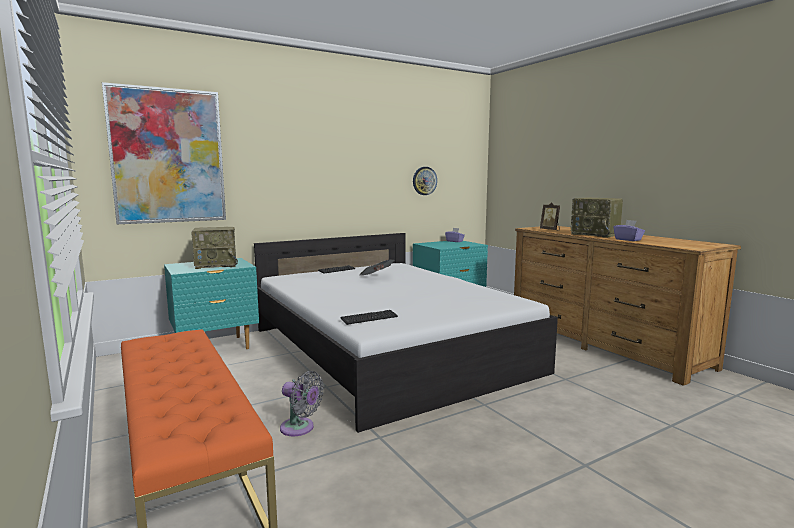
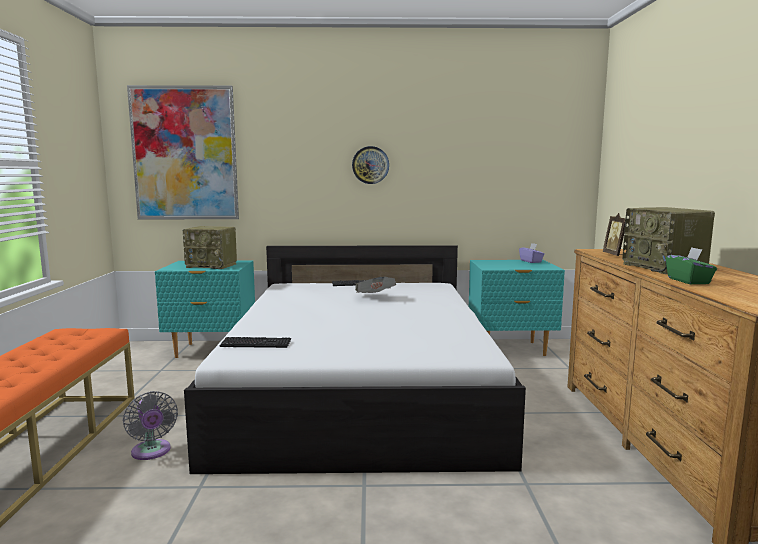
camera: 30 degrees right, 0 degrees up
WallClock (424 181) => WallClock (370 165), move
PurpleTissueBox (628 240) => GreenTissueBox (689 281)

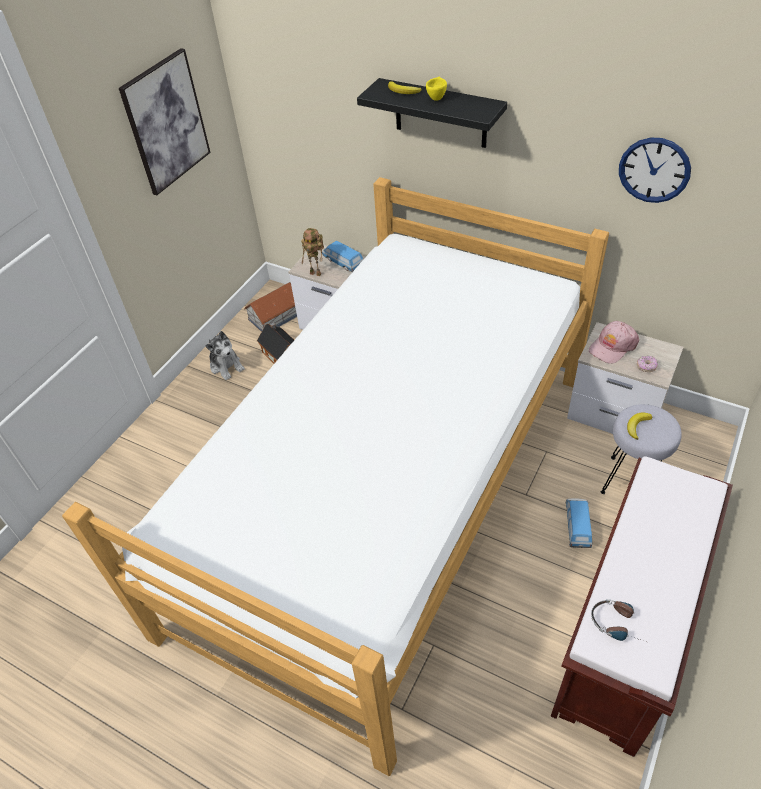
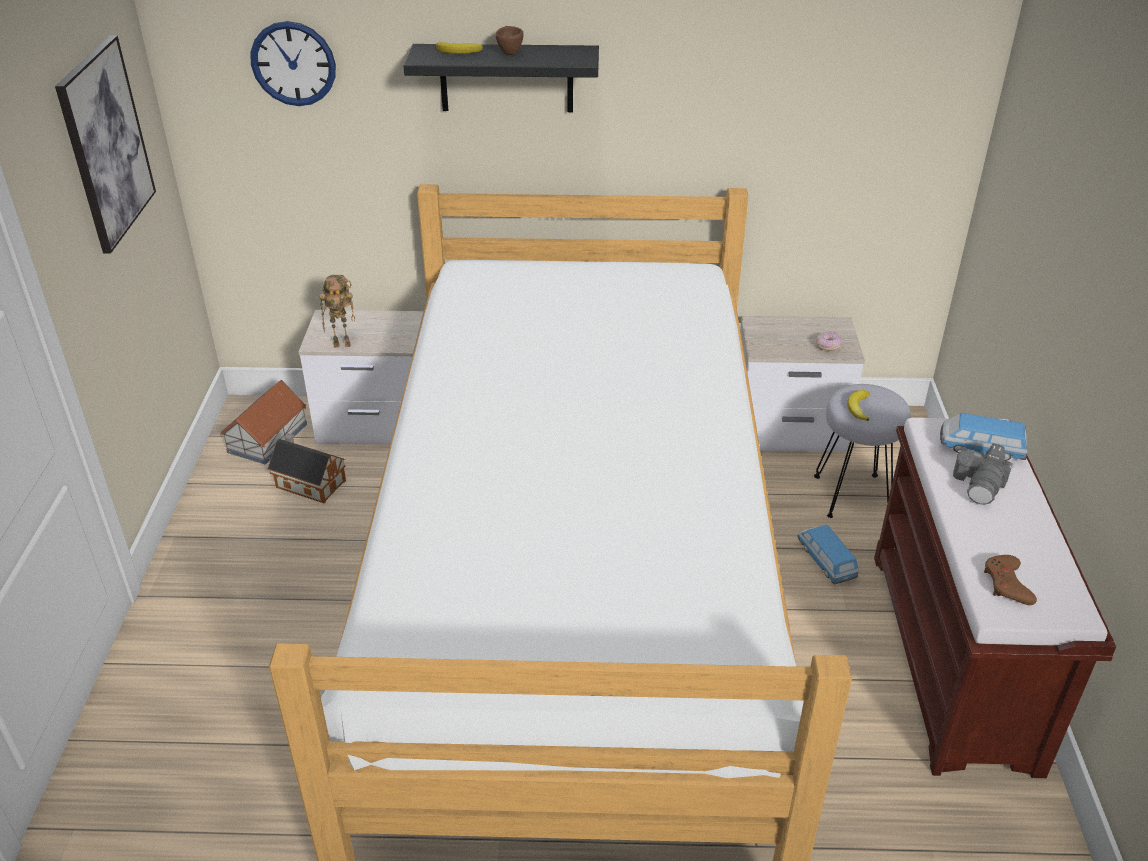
camera: 30 degrees left, 10 degrees down
YellowCup (436 97) => BrownCup (508 52)
WallClock (654 170) => WallClock (293 64), move
ToyCar (343 262) => ToyCar (981 448), move
PinkCap (612 346) => nothing
PlushToy (226 366) => nothing
Headphones (619 624) => BrownGameController (1007 584)
nothing => PhotoCamera (980 485)

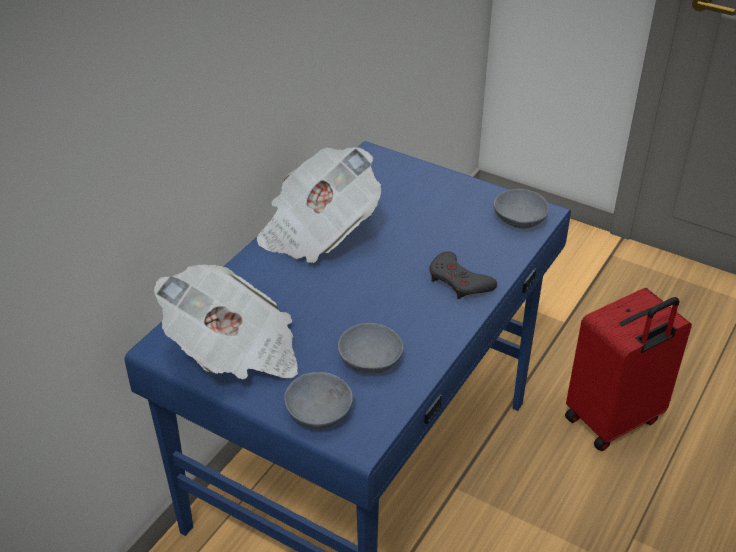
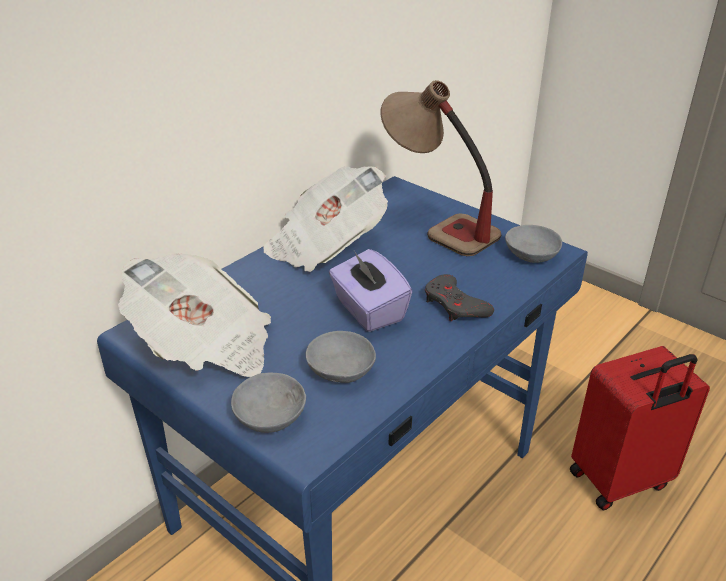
camera: 10 degrees right, 5 degrees down
nothing => TableLamp (436 225)
nothing => PurpleTissueBox (368 310)

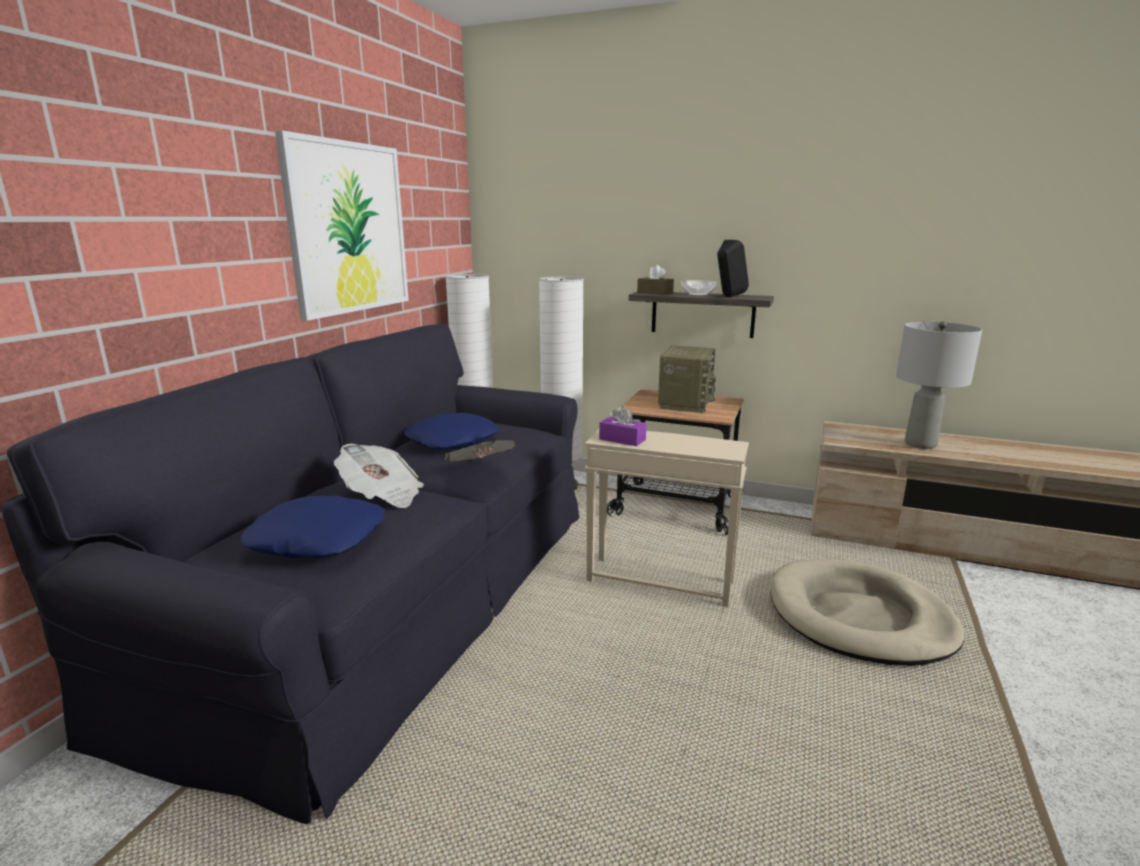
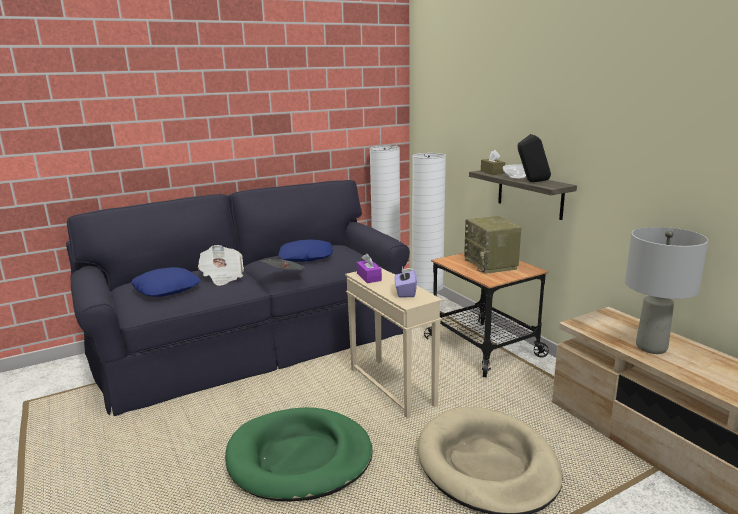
camera: 40 degrees right, 0 degrees up
Picture (348 228) => nothing
Radio (685 403) => Radio (491 264), 105 degrees clockwise
nothing => PurpleTissueBox (405 292)
nothing => GreenDogBed (299 458)

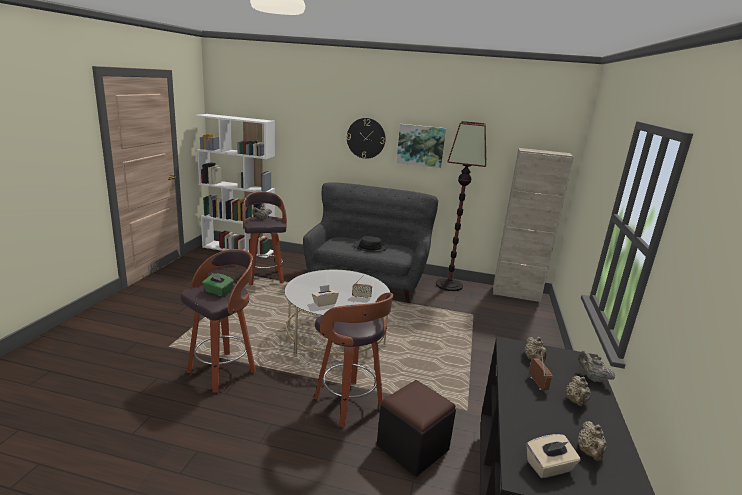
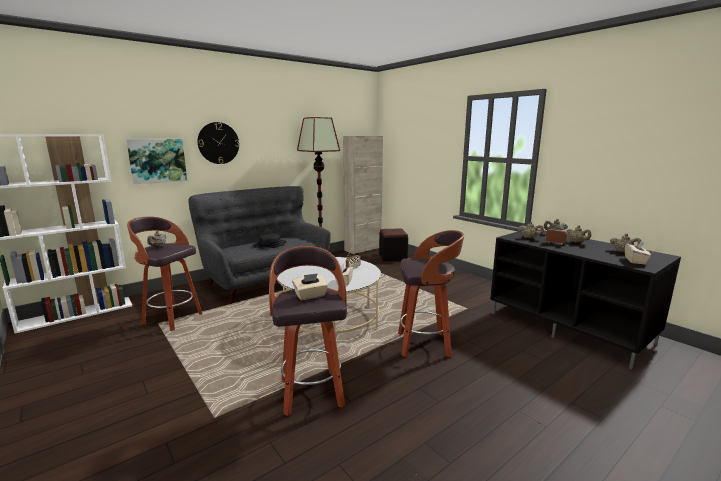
camera: 50 degrees left, 5 degrees down
Picture (421 145) => Picture (157 160), move
GreenTissueBox (218 292) => BeigeTissueBox (310 296)
BlackOttoman (412 447) => BlackOttoman (393 257), move

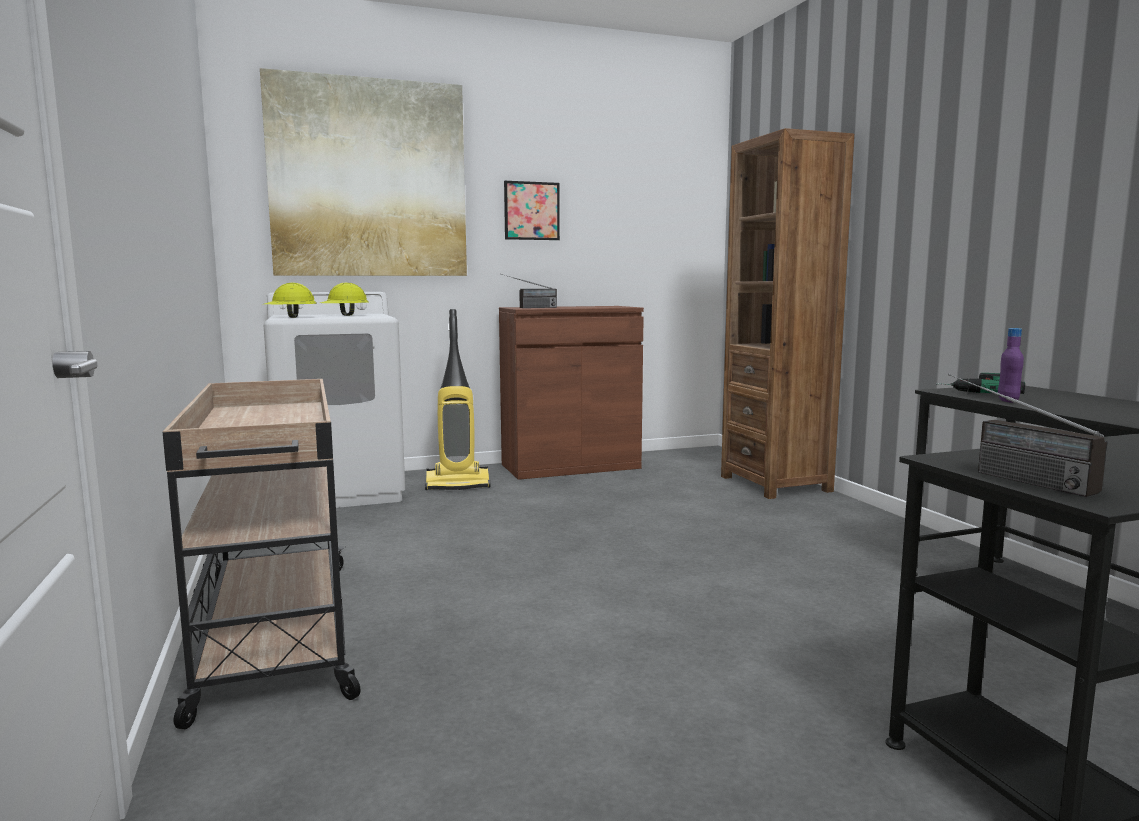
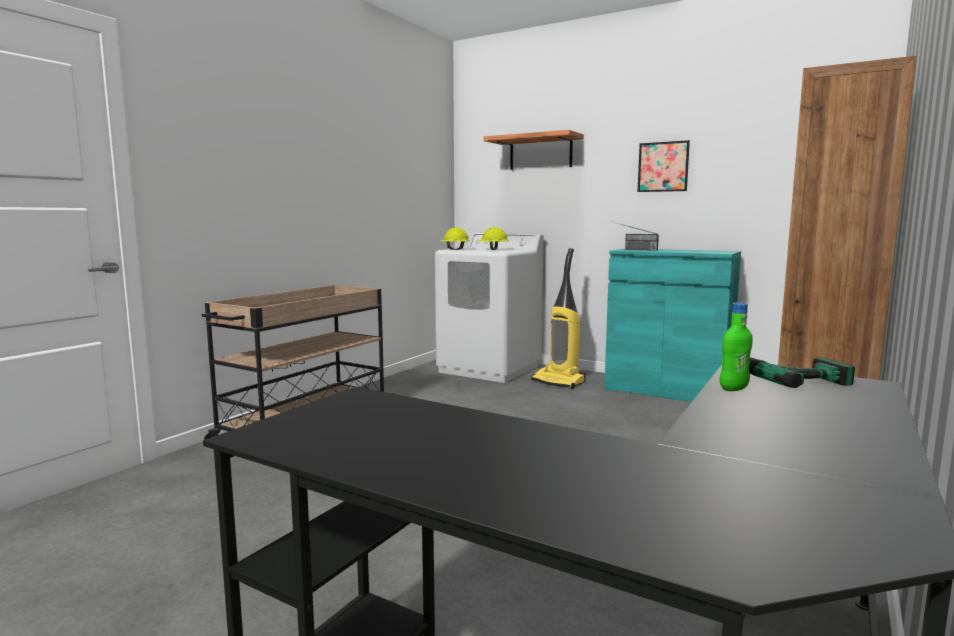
camera: 50 degrees right, 0 degrees up
Picture (369 179) => Shelf (540 152)
BrownCabinet (570 466) => TurquoiseCabinet (667 390)
PurpleBottle (1008 401) => GreenBottle (733 388)
Radio (1005 476) => nothing

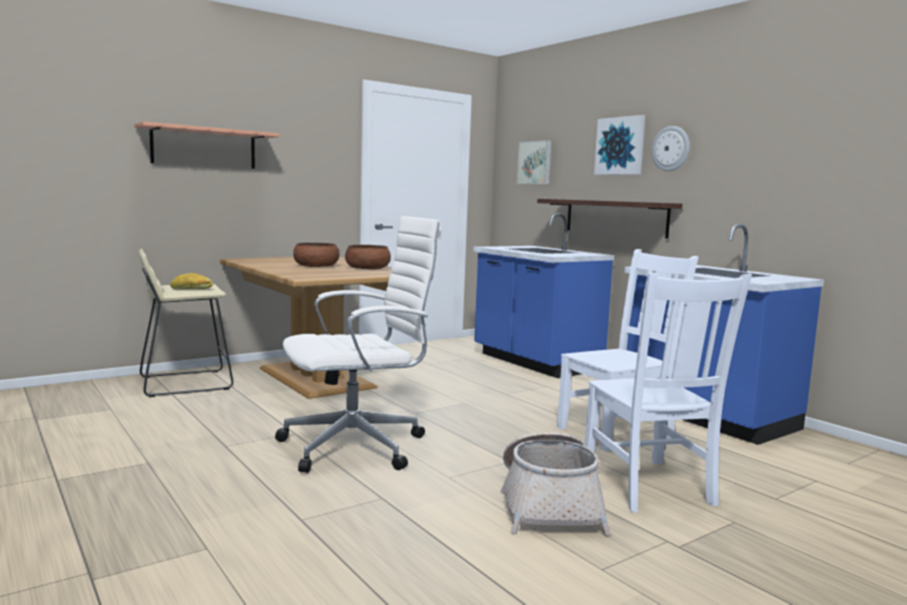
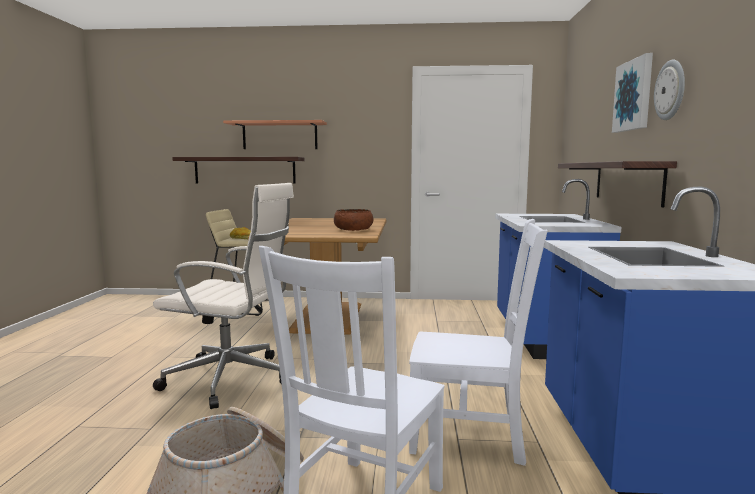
camera: 40 degrees right, 0 degrees up
Picture (535 162) => nothing
BrownBowl (316 266) => nothing
nothing => Shelf (245 170)

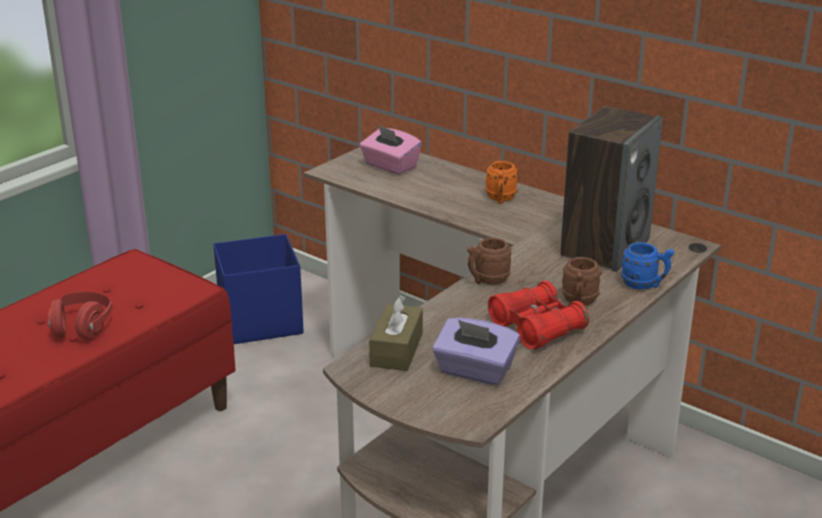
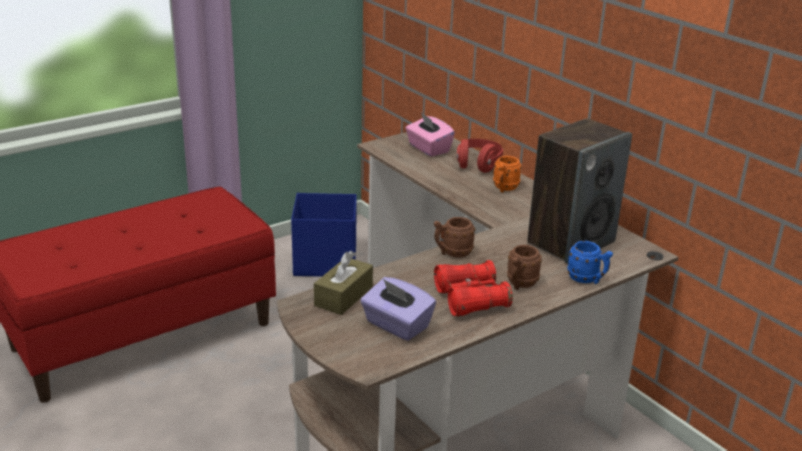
camera: 15 degrees right, 0 degrees up
RedHeadphones (82 328) => RedHeadphones (478 165), move

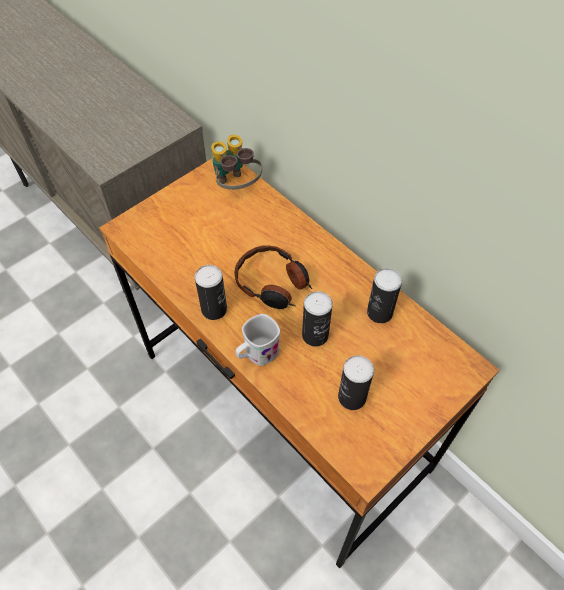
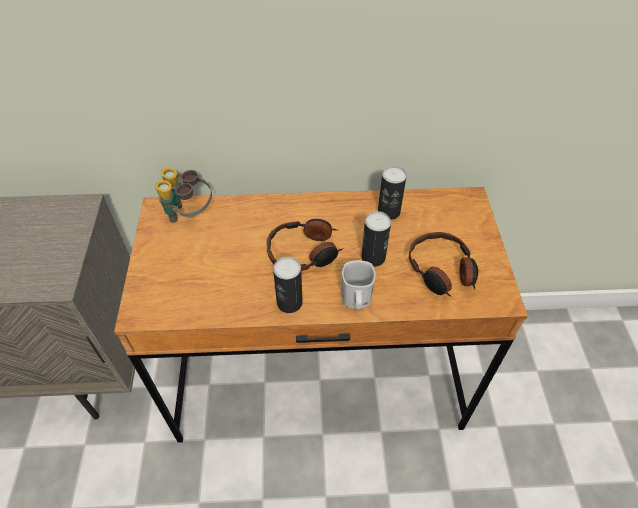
camera: 50 degrees left, 5 degrees down
Can (352 397) => Headphones (441 271)

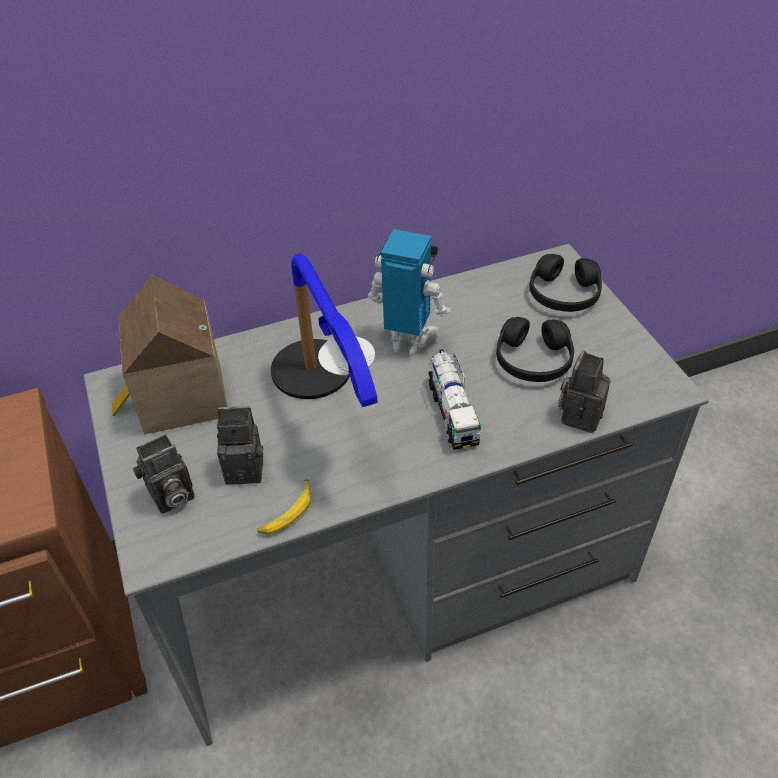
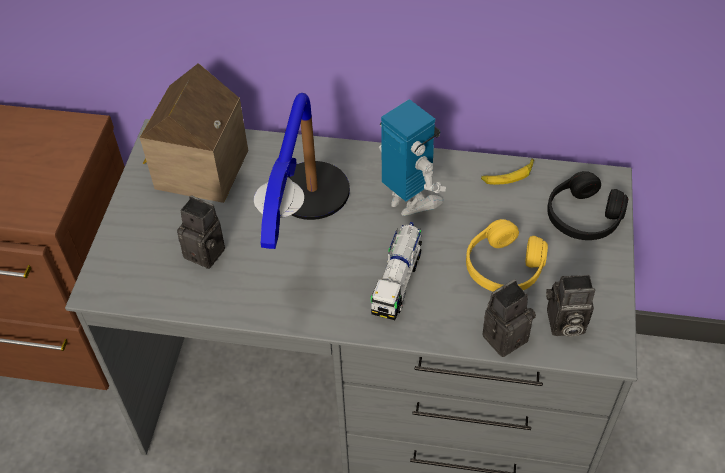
camera: 30 degrees right, 5 degrees up
BlackHeadphones (533 360) => YellowHeadphones (503 267)
PhotoCamera (170 497) => PhotoCamera (563 324), move
Banana (287 512) => Banana (508 176), move

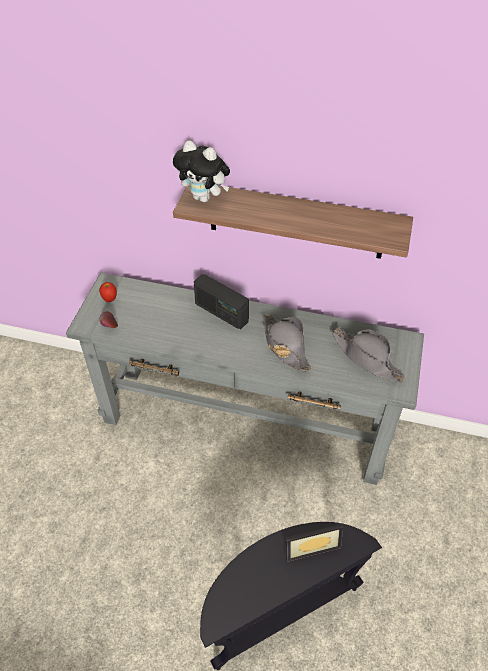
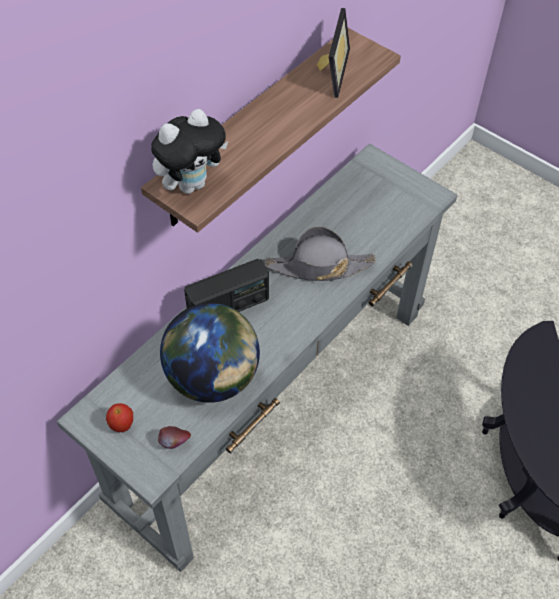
camera: 65 degrees left, 5 degrees up
GreyHat (367 358) => nothing
PictureFrame (310 544) => PictureFrame (330 71), move
nothing => Globe (213 377)

